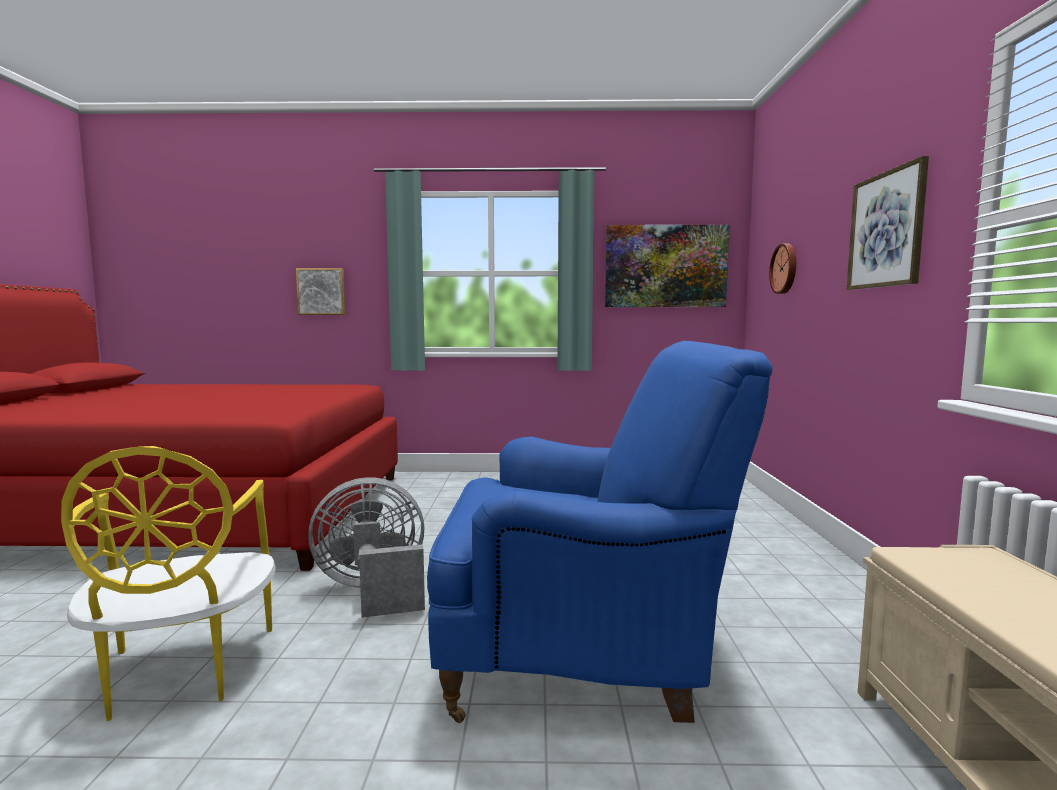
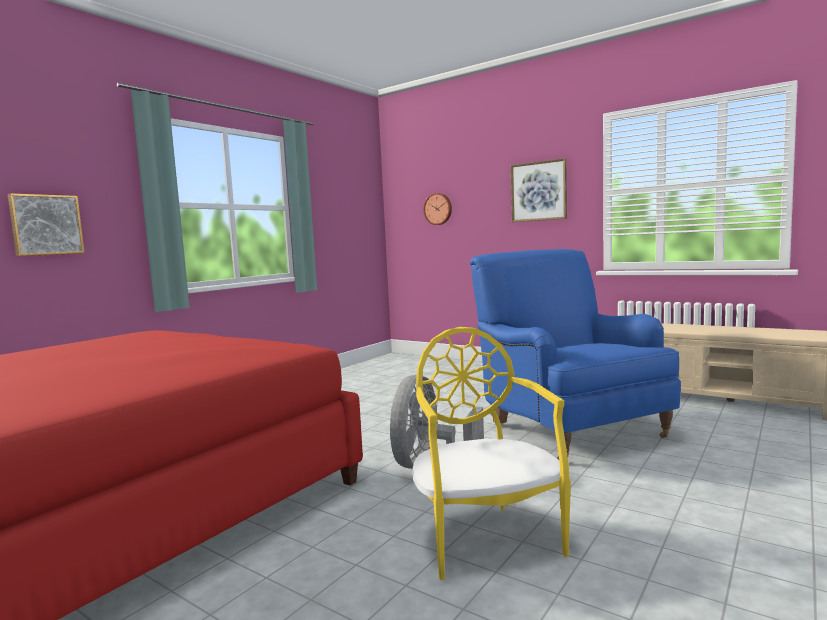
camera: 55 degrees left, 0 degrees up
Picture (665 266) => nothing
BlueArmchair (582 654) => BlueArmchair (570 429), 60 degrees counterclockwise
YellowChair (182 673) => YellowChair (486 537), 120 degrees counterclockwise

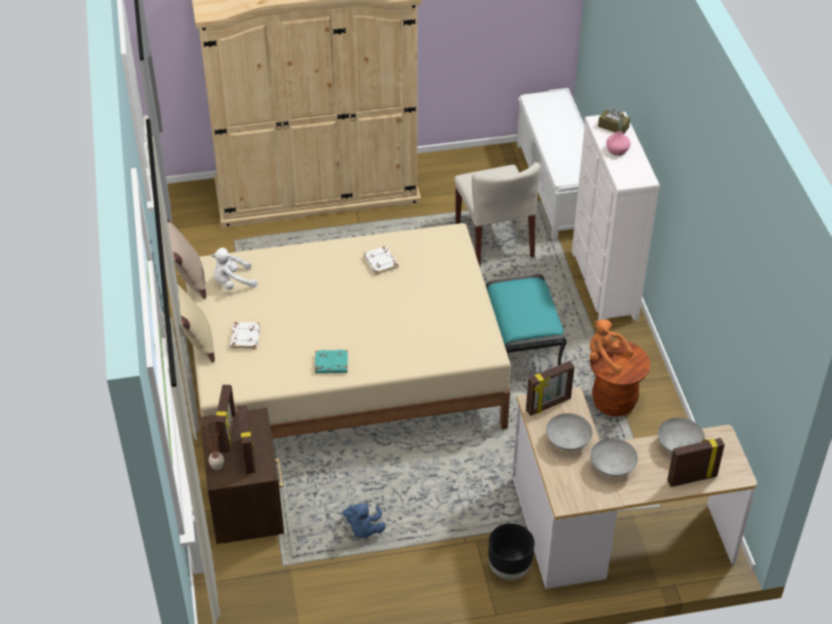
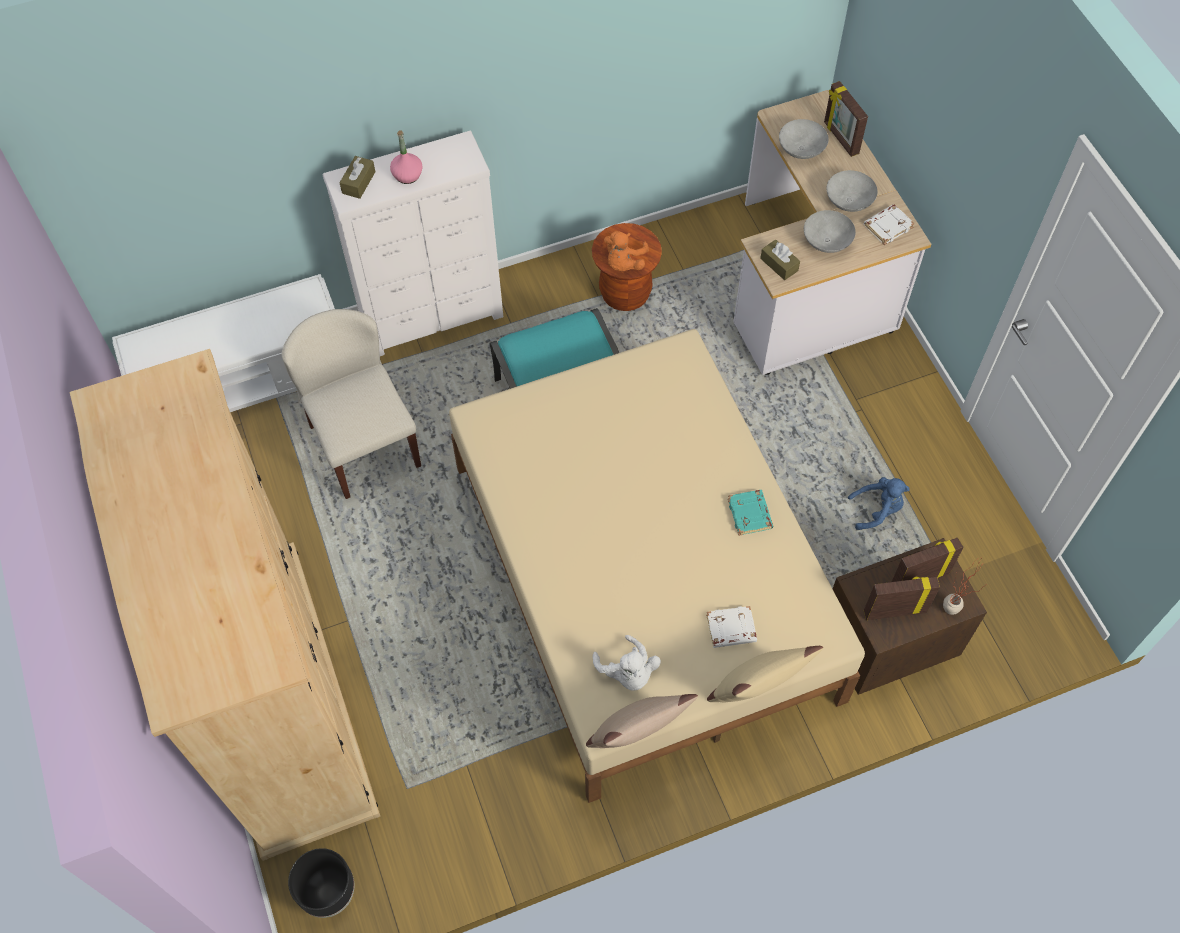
camera: 100 degrees left, 15 degrees up
BeigeChair (495 240) => BeigeChair (364 445), 90 degrees counterclockwise
WhiteBook (381 263) => WhiteBook (888 226), move
PictureFrame (548 405) => BrownTissueBox (779 264)
BlackPlanter (510 568) => BlackPlanter (329 892), move

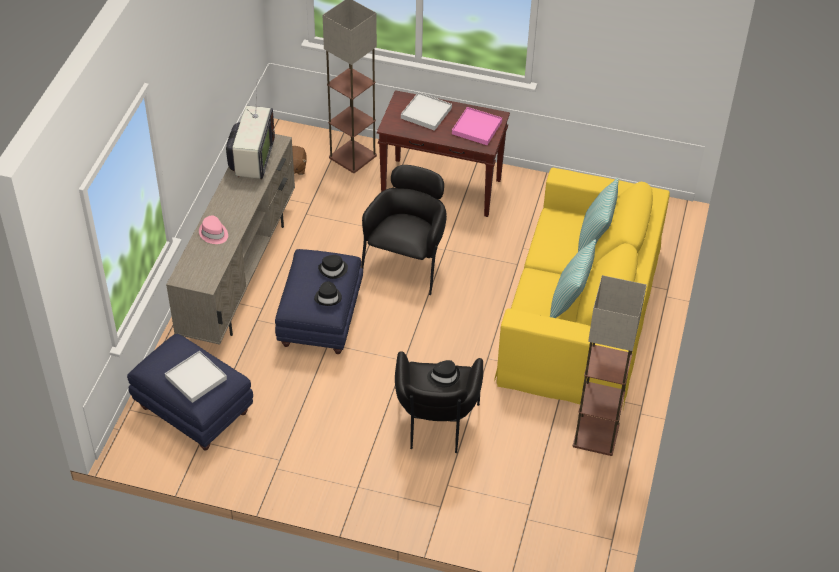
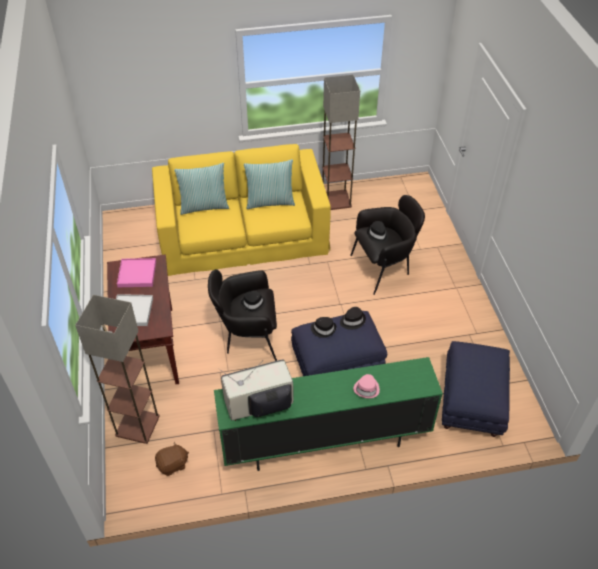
camera: 115 degrees left, 0 degrees up
BeigeTvStand (239 274) => GreenTvStand (324 442)
WhiteTray (196 378) => nothing
nothing => BlackHat (253 303)

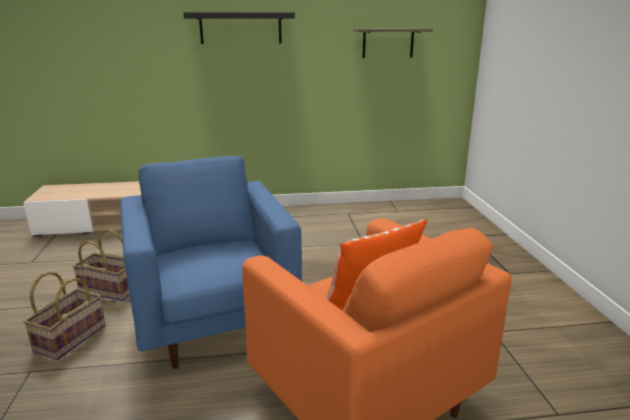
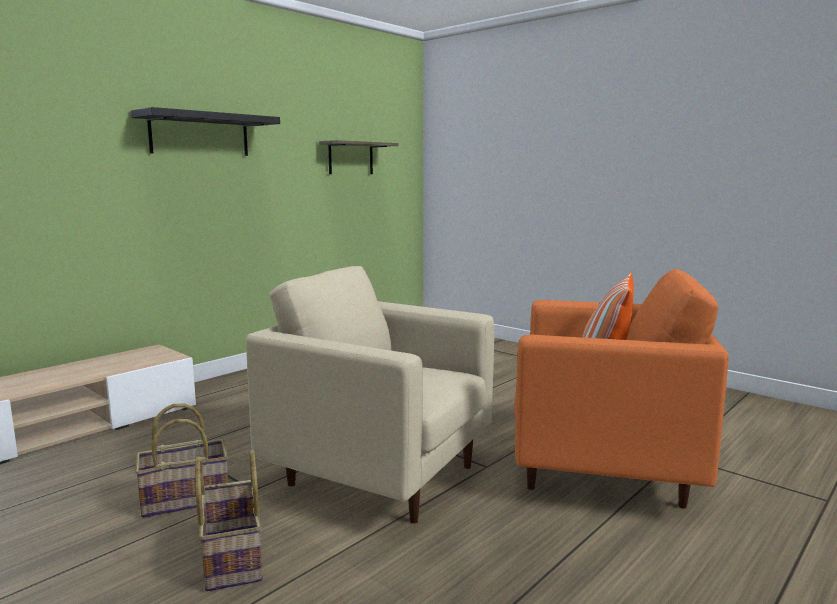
camera: 40 degrees left, 10 degrees down
BlueArmchair (215 321) => BeigeArmchair (380 475)

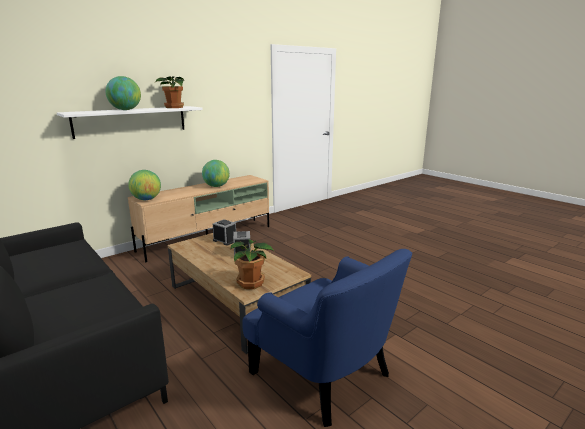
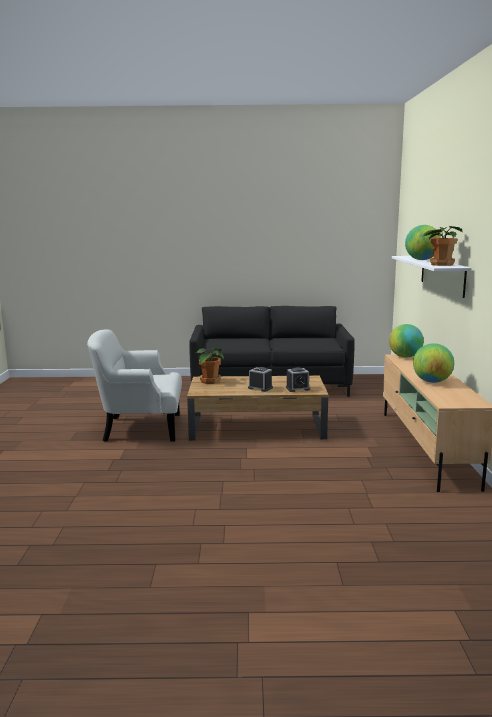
camera: 130 degrees right, 5 degrees down
BlueArmchair (325 373) => WhiteArmchair (140 428)

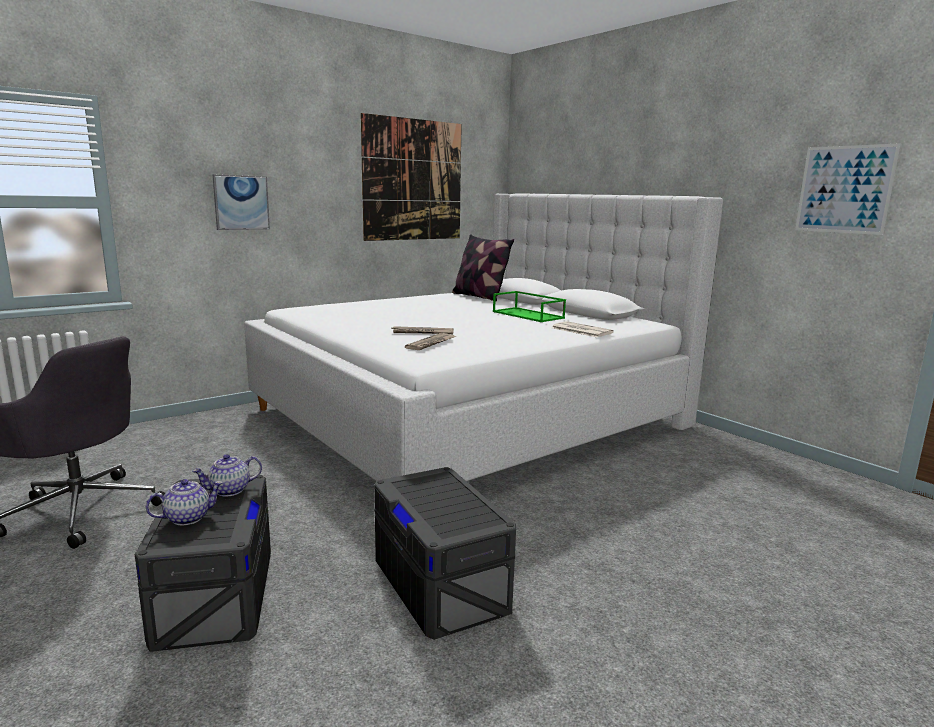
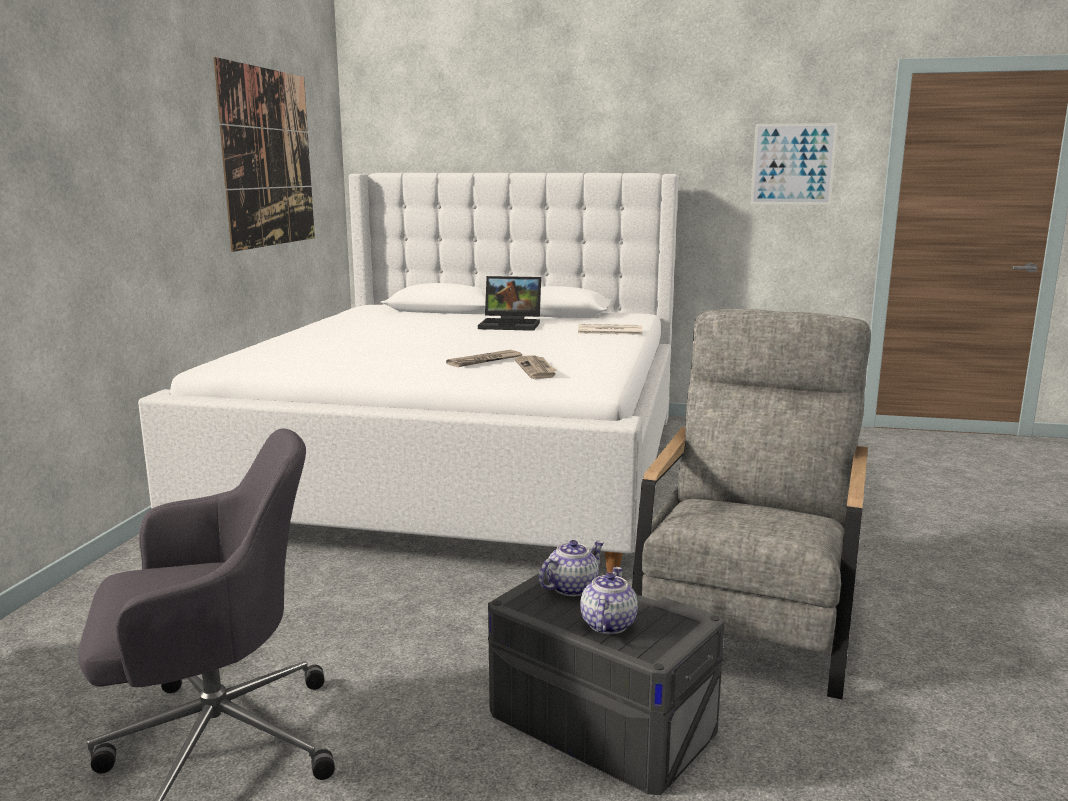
camera: 40 degrees left, 0 degrees up
Picture (241 202) => nothing
Pillow (479 296) => nothing
GreenTray (529 315) => Laptop (512 325)
Teapot (229 490) => Teapot (571 587), 150 degrees counterclockwise
GreyStorageBox (440 583) => GreyArmchair (750 613)

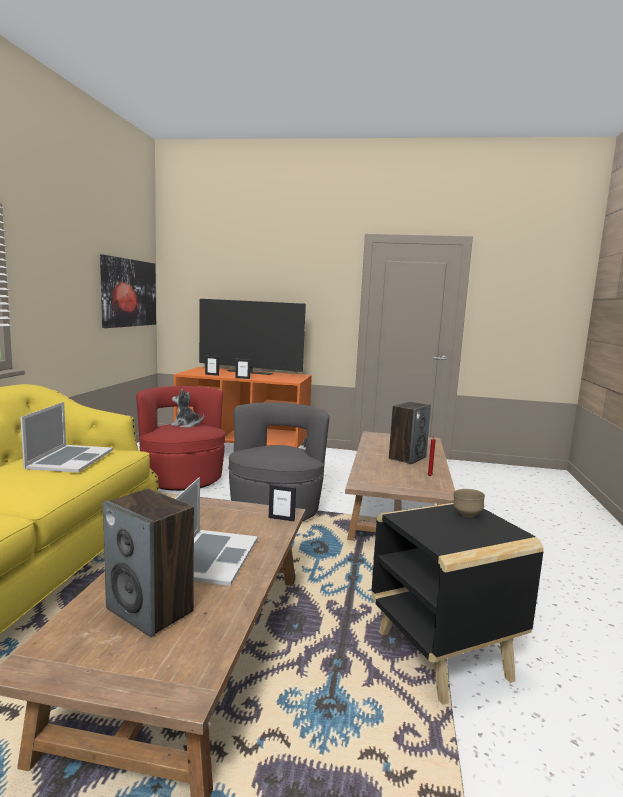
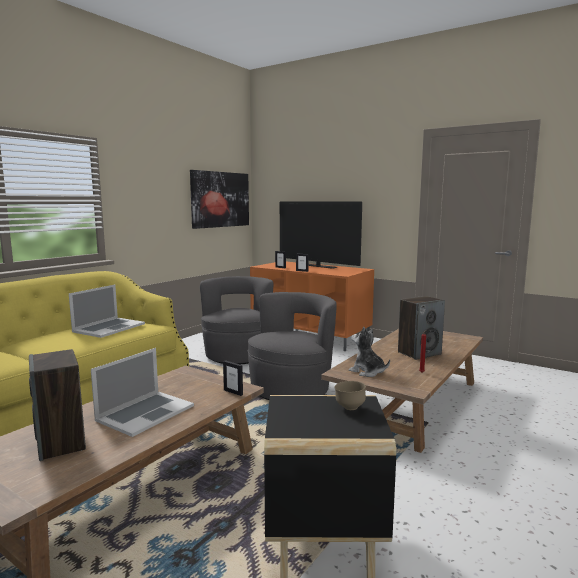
camera: 25 degrees right, 0 degrees up
RedArmchair (182 478) => GreyArmchair (238 355)
PlushToy (186 425) => PlushToy (367 372), move

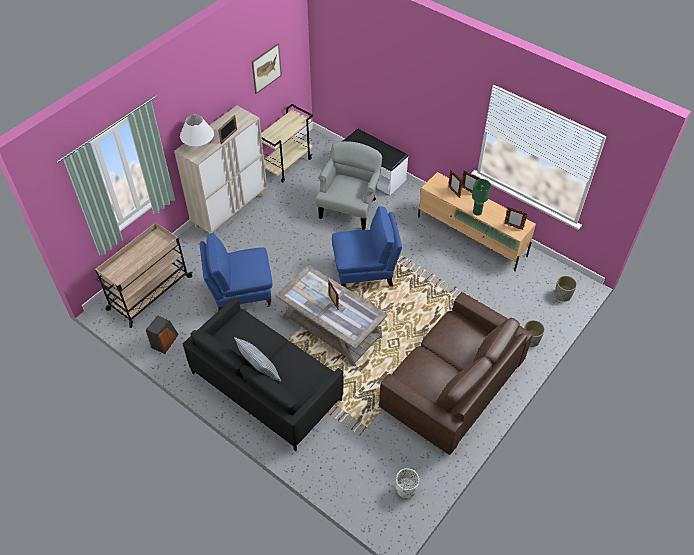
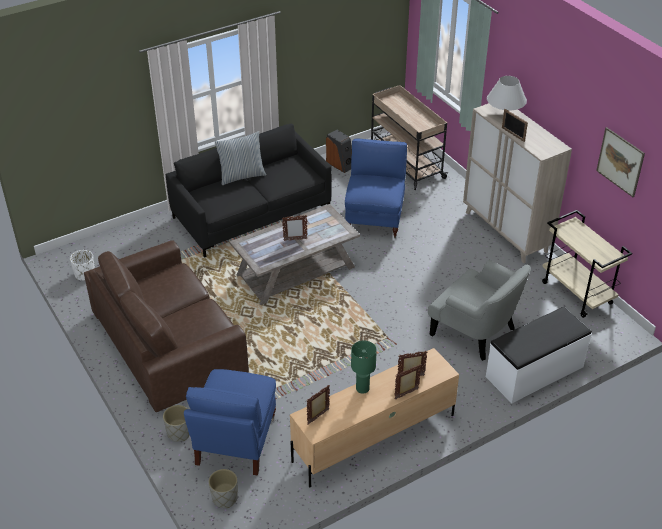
camera: 110 degrees right, 10 degrees down
BlueArmchair (364 272) => BlueArmchair (235 441), move

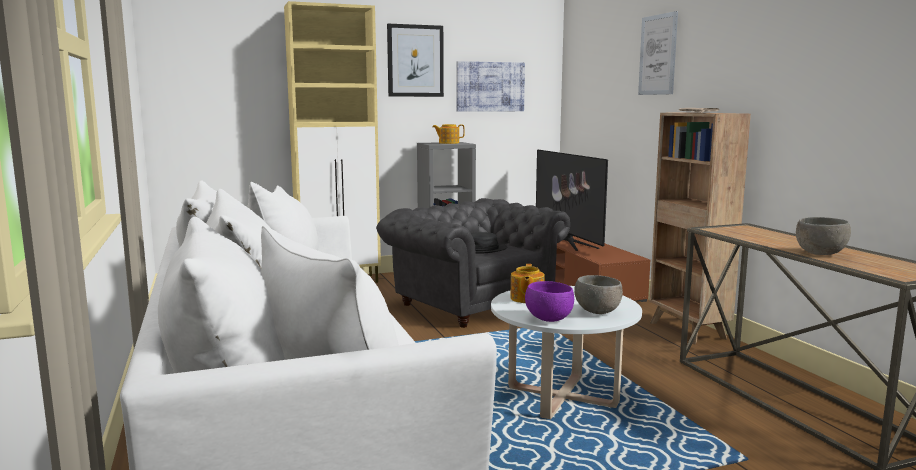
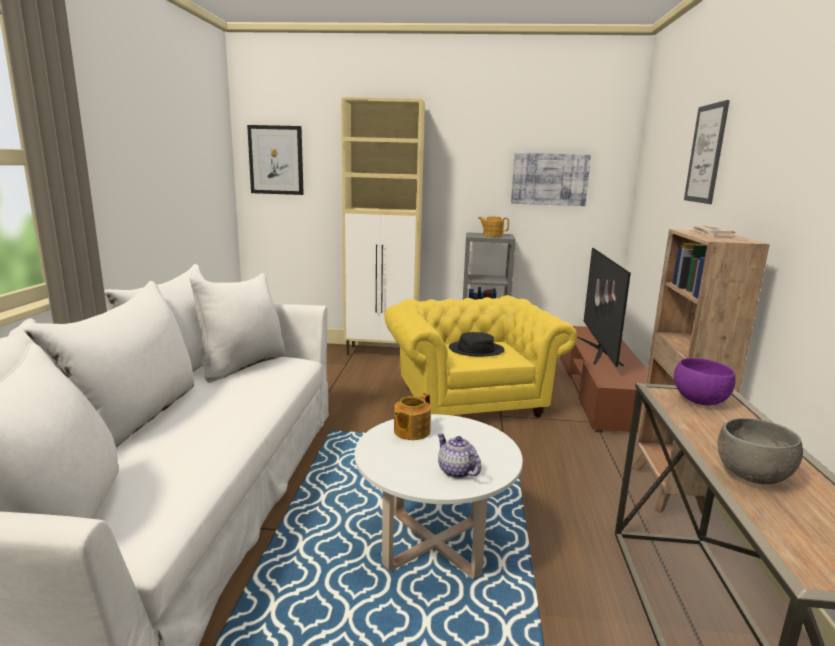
camera: 25 degrees right, 5 degrees up
Picture (415 61) => Picture (276 160), move
GreyArmchair (471 303) => YellowArmchair (469 399)
GreyBowl (597 312) => Teapot (456 471)
PurpleBowl (549 319) => PurpleBowl (699 401), move

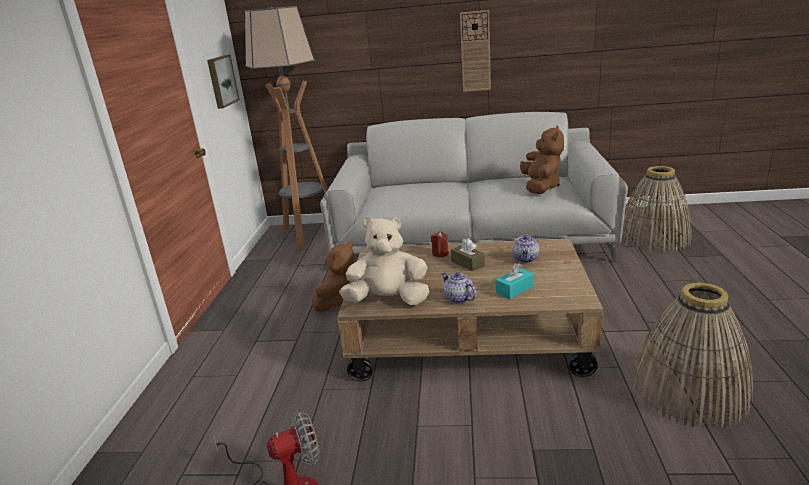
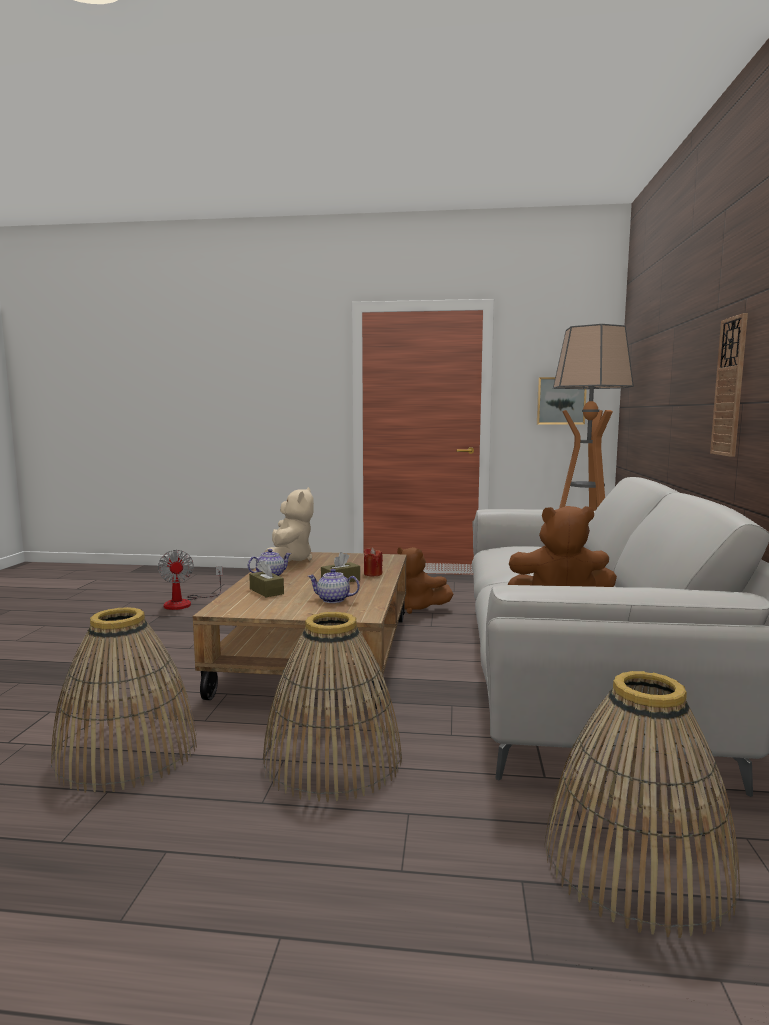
camera: 90 degrees right, 15 degrees down
TurquoiseTissueBox (514 290) => BrownTissueBox (266 591)
nothing => Basket (332 759)

